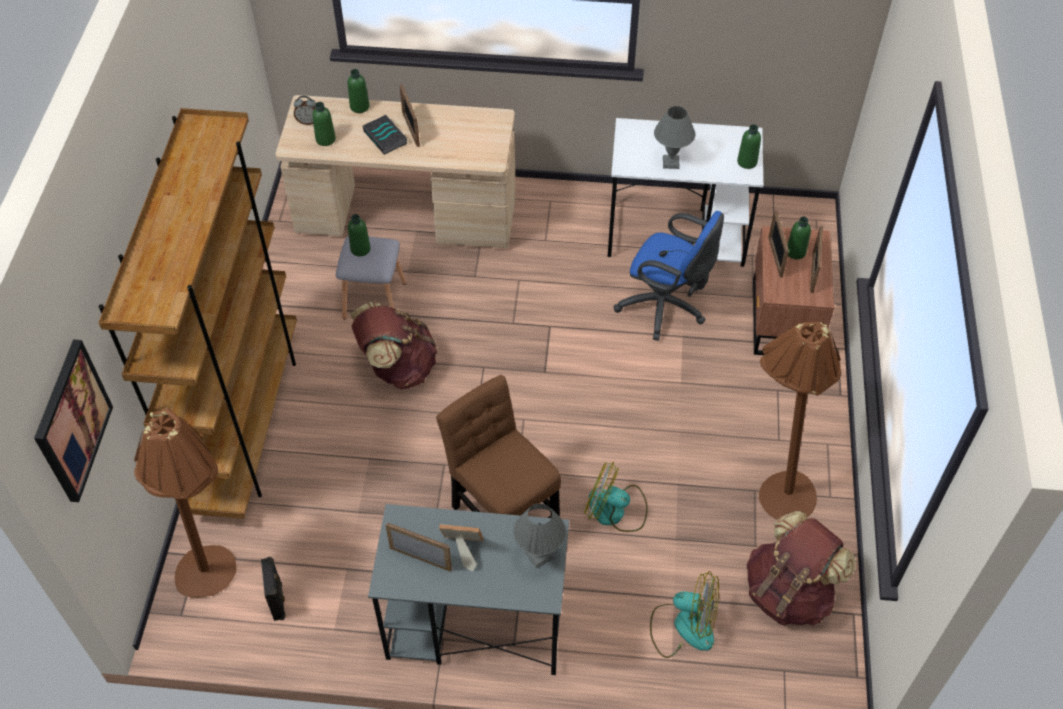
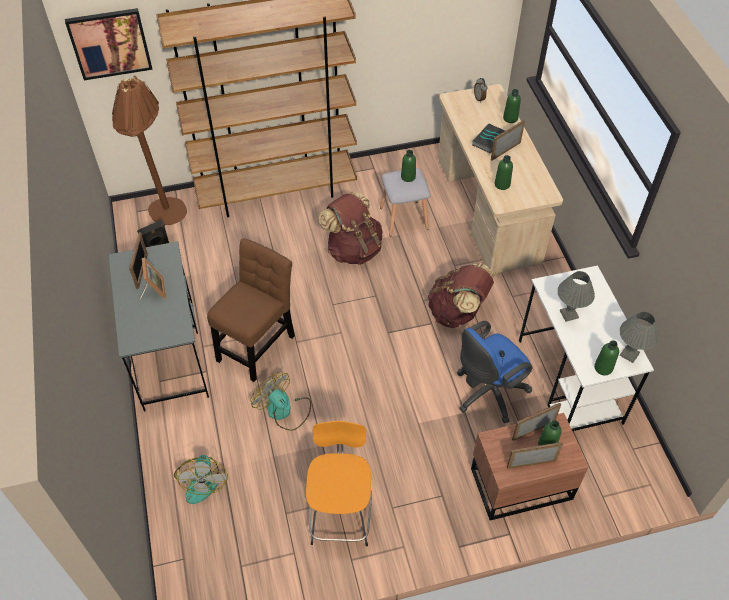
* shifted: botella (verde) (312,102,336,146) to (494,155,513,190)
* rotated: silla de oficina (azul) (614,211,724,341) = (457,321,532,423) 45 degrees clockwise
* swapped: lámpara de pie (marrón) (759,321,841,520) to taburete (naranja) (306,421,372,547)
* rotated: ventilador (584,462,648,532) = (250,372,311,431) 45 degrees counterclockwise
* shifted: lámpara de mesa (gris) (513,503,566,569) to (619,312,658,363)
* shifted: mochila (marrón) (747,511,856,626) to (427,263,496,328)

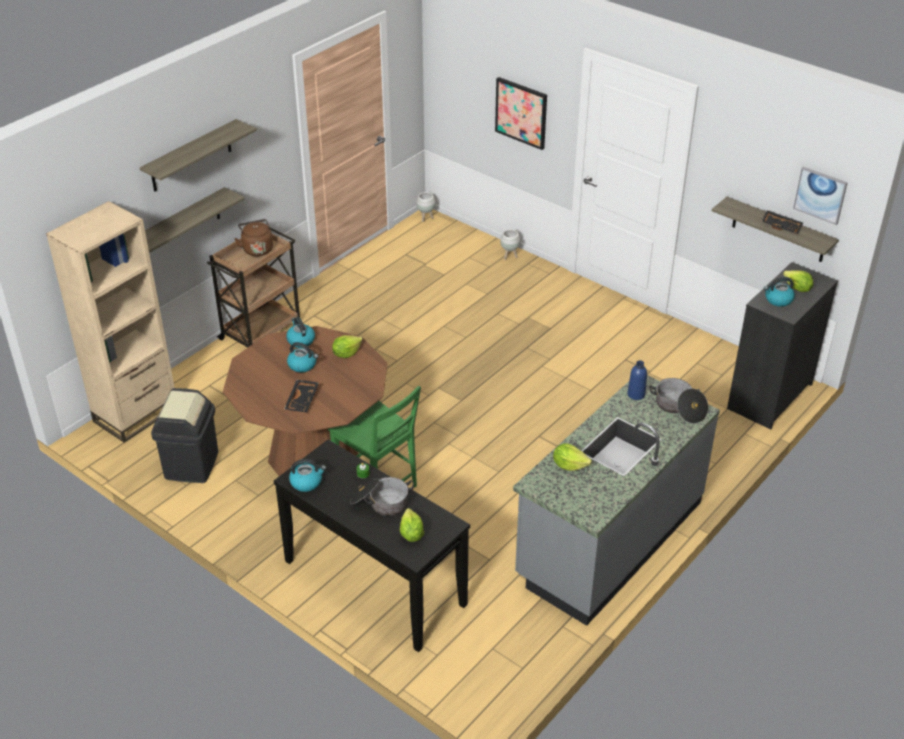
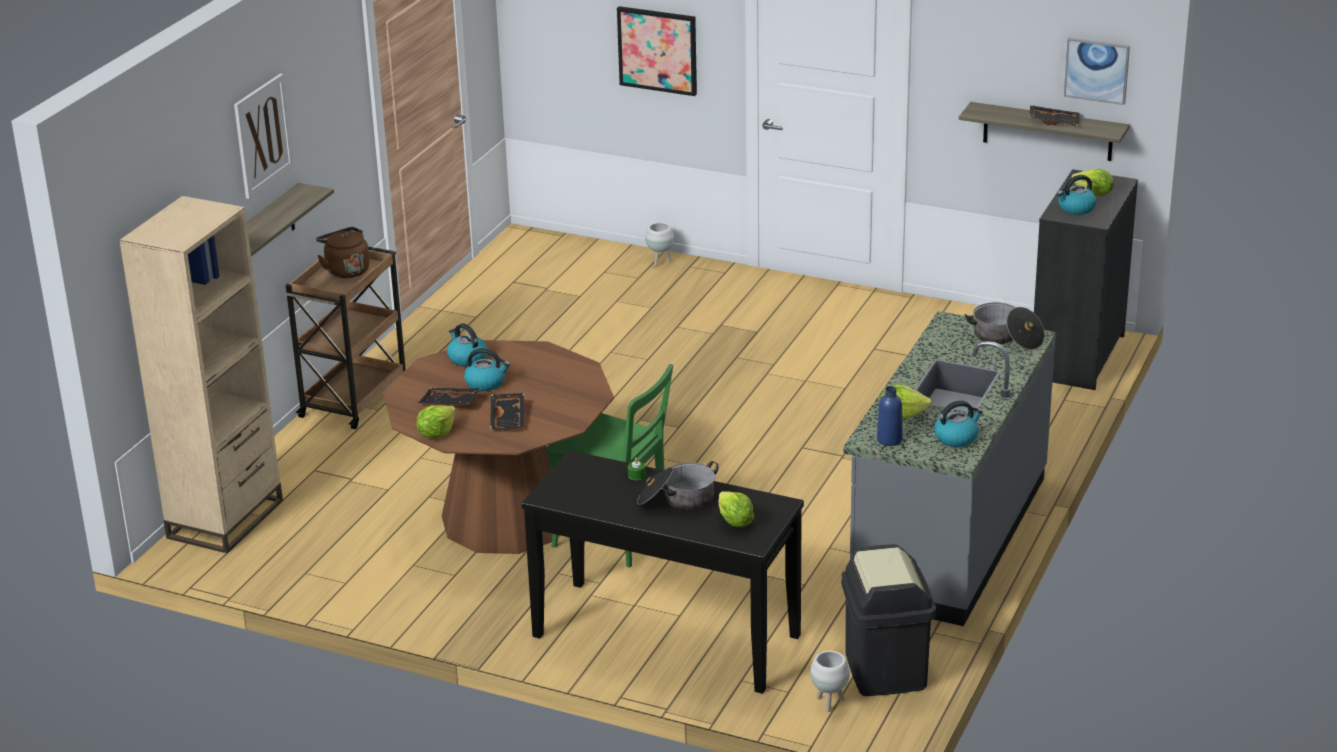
* swapped: estante (140,119,257,191) to cuadro (234,74,294,199)
* shifted: maceta (blanco) (416,192,435,222) to (810,651,850,712)
* shifted: lechuga (332,335,363,358) to (416,405,456,438)
* shifted: botella (azul) (627,360,647,400) to (877,386,903,446)
* shifted: papelera (negro) (151,388,218,483) to (841,544,936,696)
* shifted: hervidor (289,459,326,492) to (934,400,983,447)
* new: bandeja (negro) (418,388,481,406)

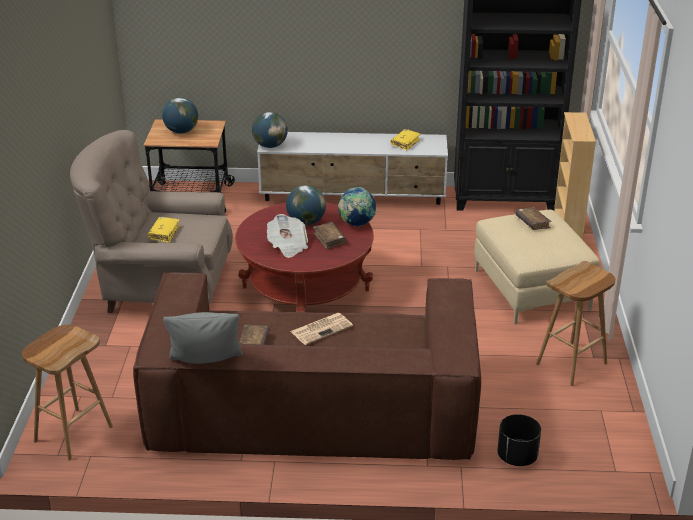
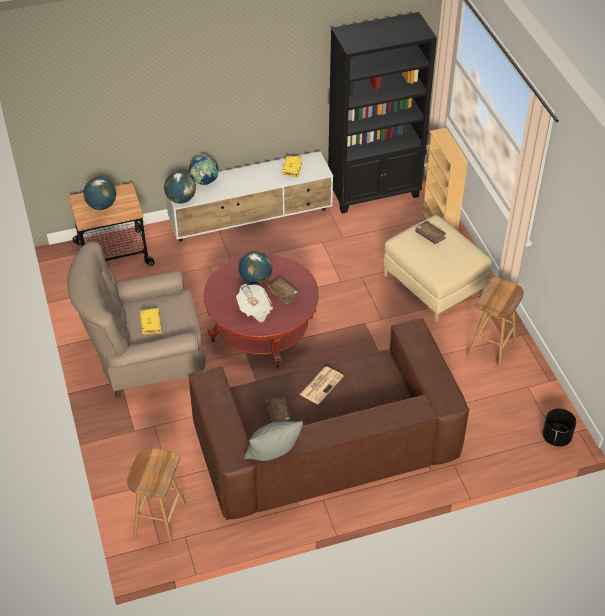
* shifted: globo terráqueo (338,187,377,227) to (189,154,219,185)
* shifted: maceta (negro) (497,414,541,466) to (542,408,576,447)

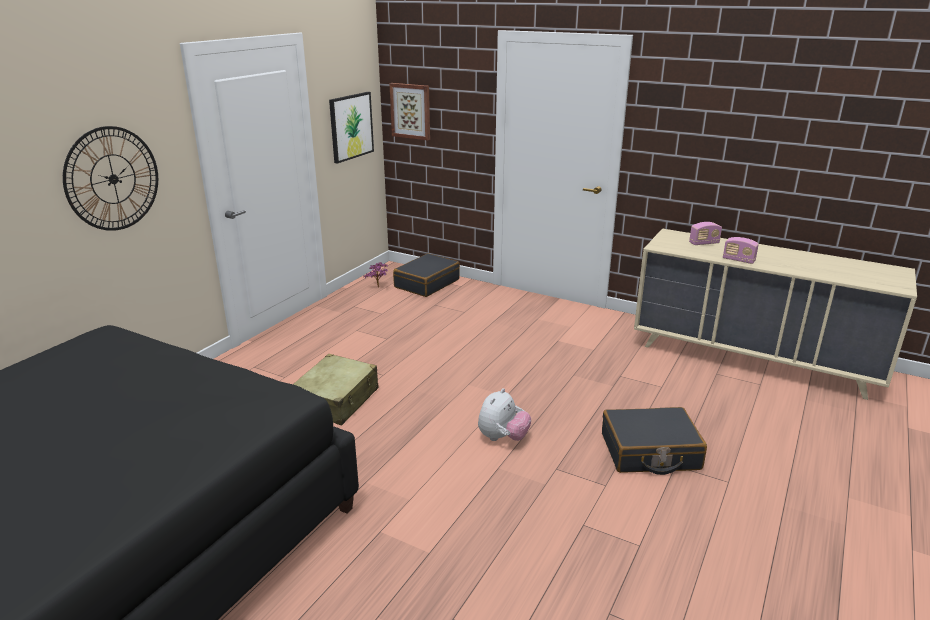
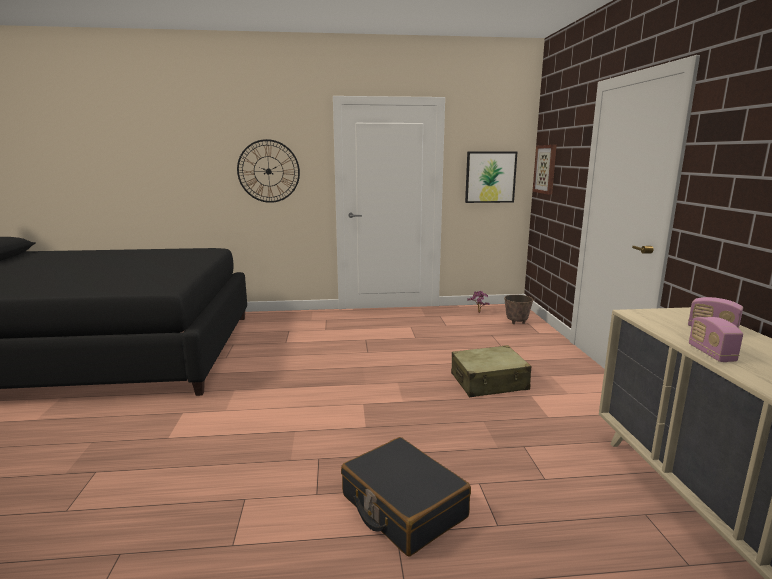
* swapped: maleta (negro) (393,253,460,297) to maceta (504,295,533,324)
* shifted: maleta (beis) (293,354,378,425) to (451,345,531,397)
* gone: peluche (478,388,531,441)

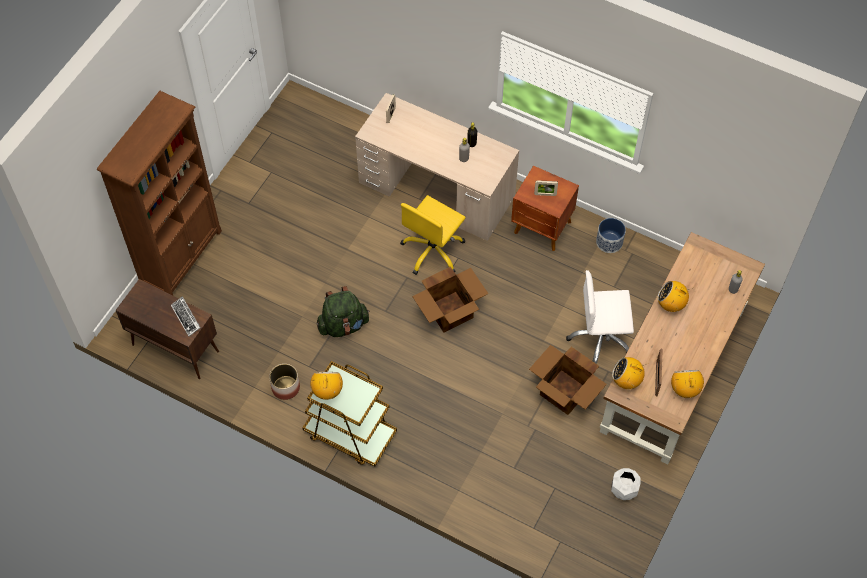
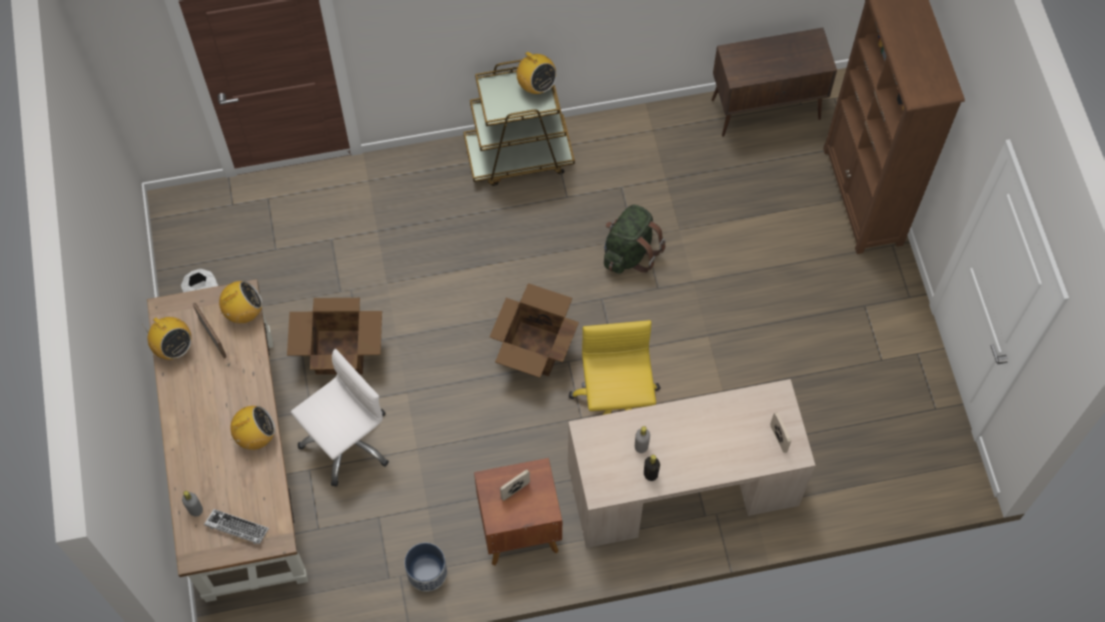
* shifted: teclado (171,297,200,336) to (204,509,269,544)
* gone: maceta (269,364,300,400)

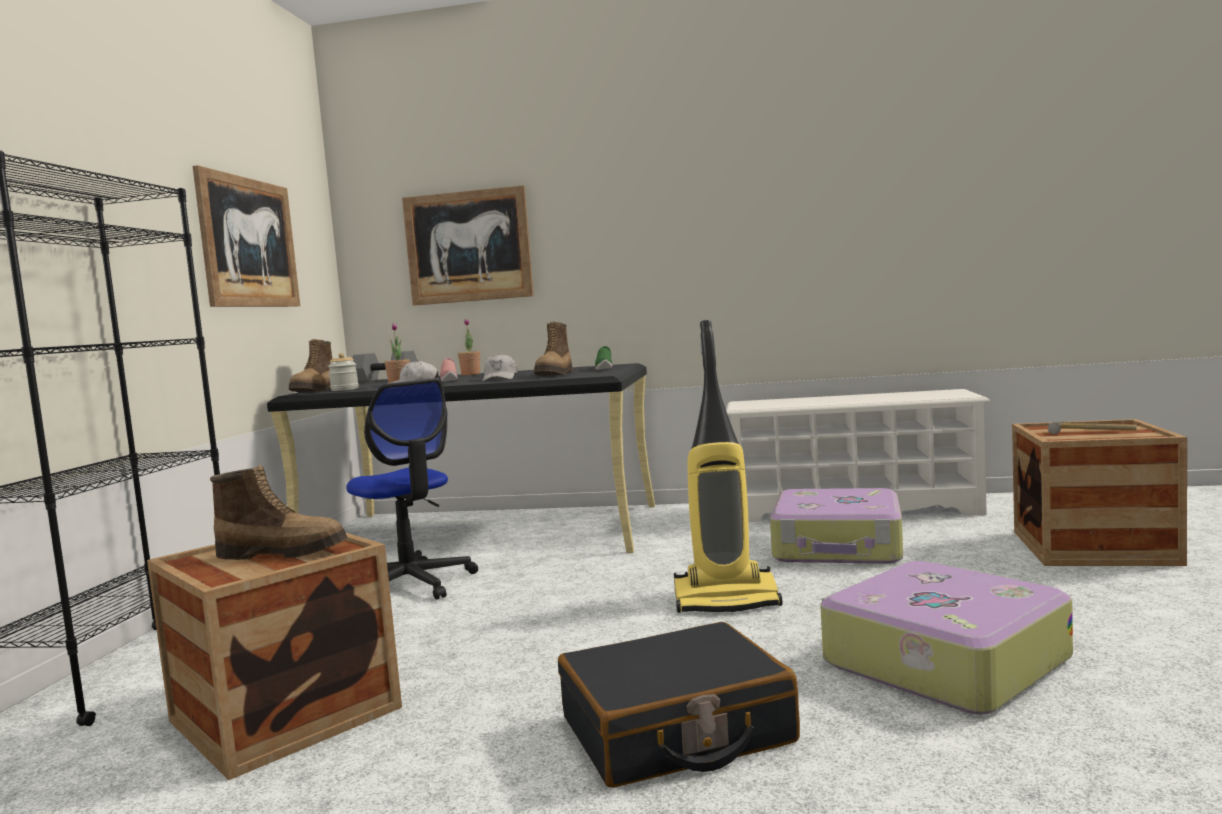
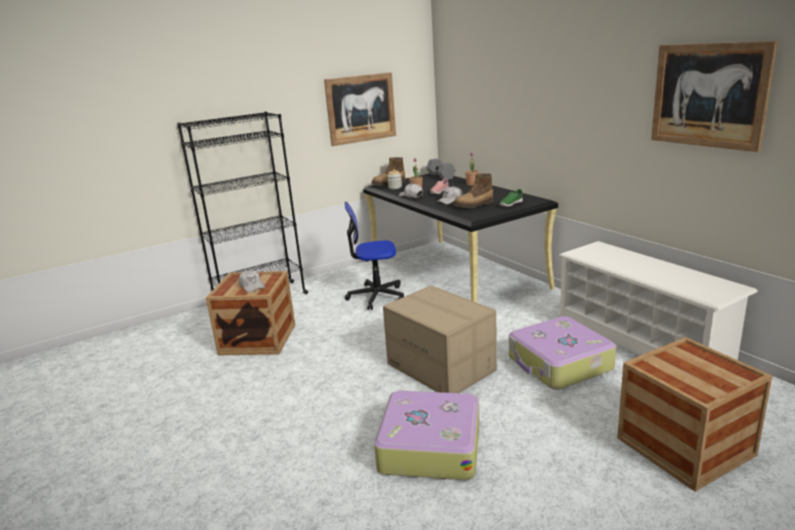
* shifted: cuadro (402,185,534,306) to (651,41,778,152)
* swapped: aspiradora (674,320,783,613) to caja de cartón (383,285,496,393)
* rotated: silla de oficina (346,378,478,600) = (345,201,404,310) 75 degrees clockwise
* gone: martillo (1048,421,1137,434)
* swapped: bota (210,465,348,560) to gorra (blanco) (239,270,265,292)
* gone: maleta (negro) (558,622,800,788)

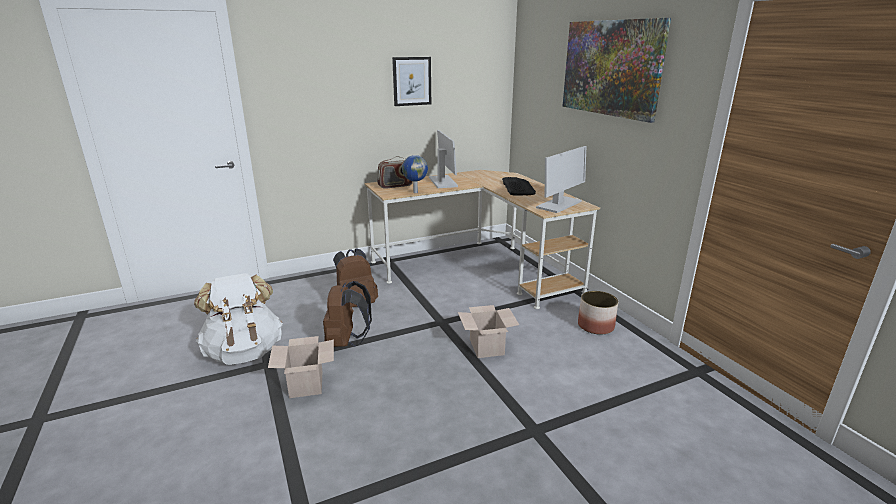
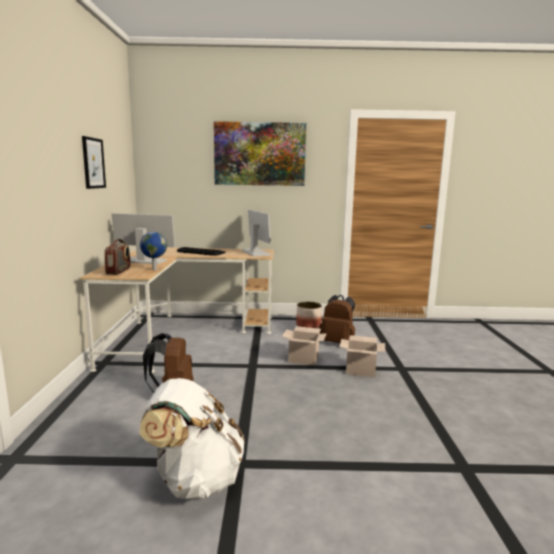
* shifted: mochila (marrón) (323,281,372,347) to (319,295,355,343)
* shifted: caja de cartón (268,336,334,398) to (340,335,385,377)

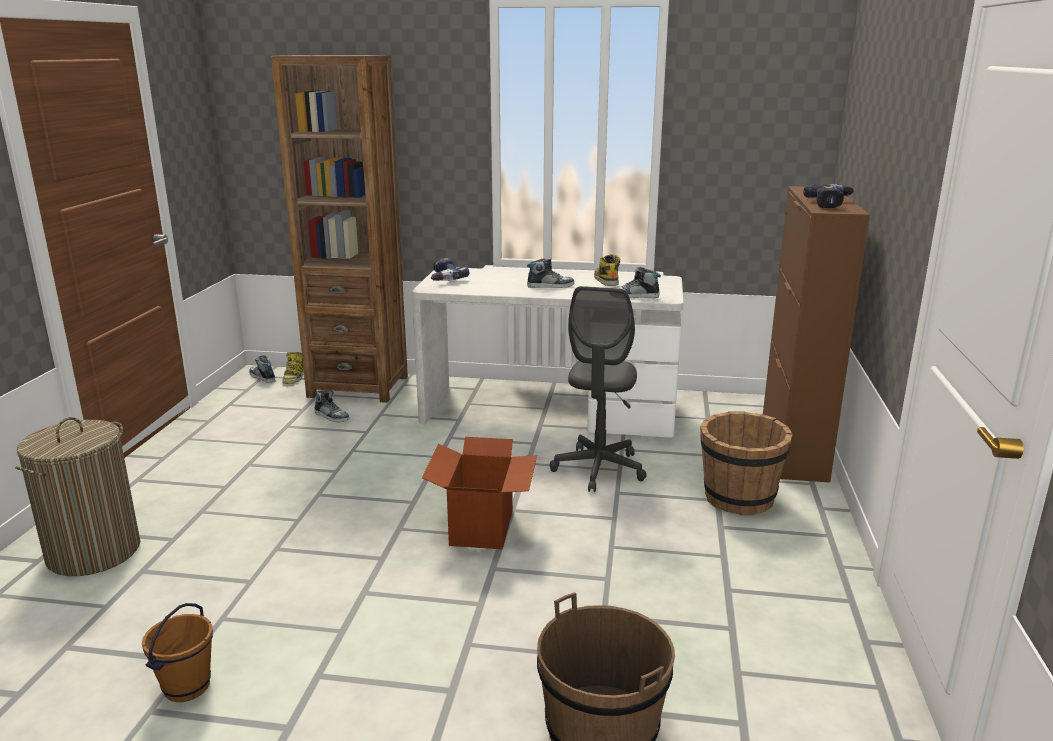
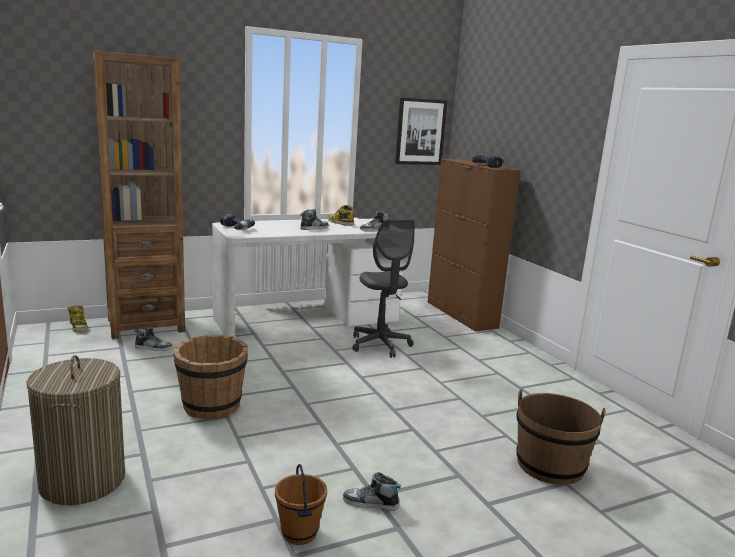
* shifted: zapato (249,355,275,383) to (343,472,401,511)
* shifted: cubo (marrón) (700,412,793,515) to (173,335,248,419)
* gone: caja de cartón (422,437,537,549)
* new: cuadro (395,97,447,165)

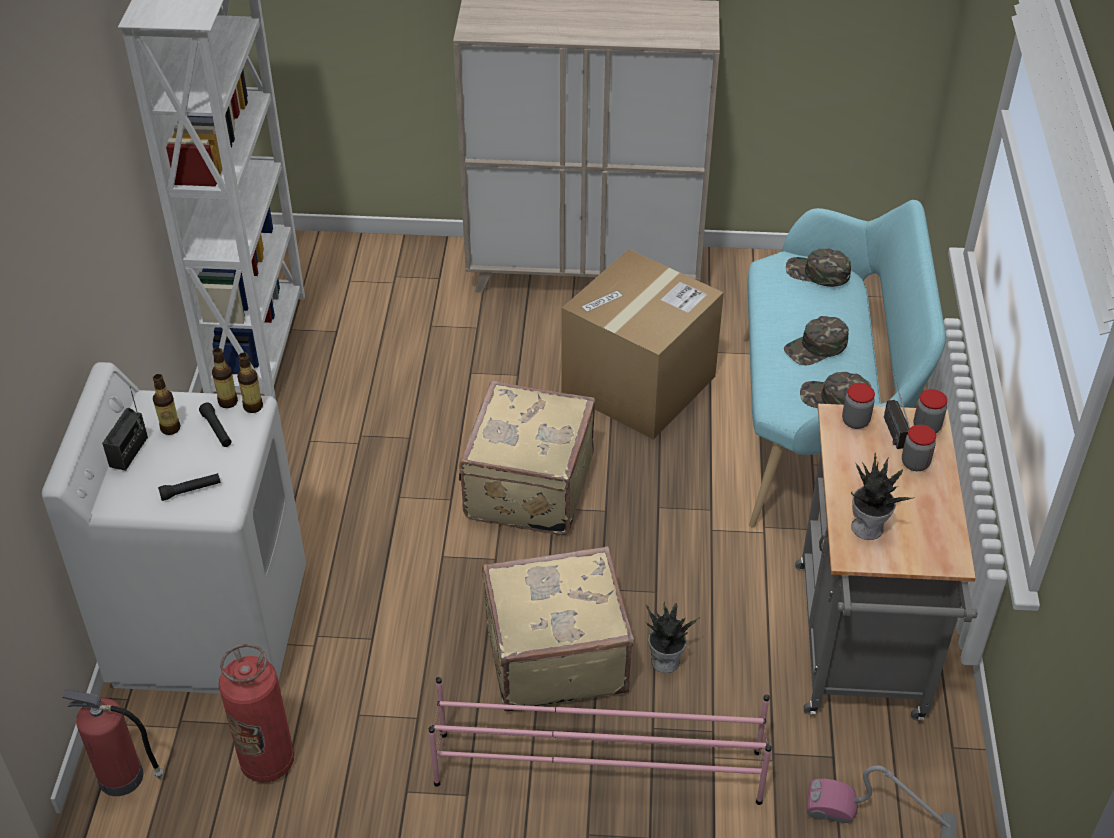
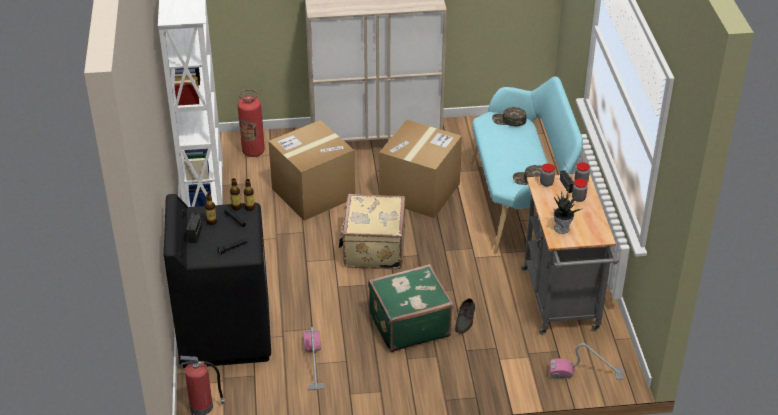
* gone: gorra (verde) (784,316,849,365)
* repainted: lavadora (blanco) (42,362,306,694) to lavadora (negro) (164,194,271,368)
* repainted: maleta (beis) (482,546,634,712) to maleta (verde) (368,264,453,352)
* swapped: planta en maceta (646,602,701,673) to zapato (gris) (455,298,475,334)
* shifted: extintor (219,644,294,783) to (238,89,265,157)
* gone: zapatero (rosa) (429,677,772,805)
* new: caja de cartón (268,120,355,221)
* new: aspiradora (303,327,324,390)

